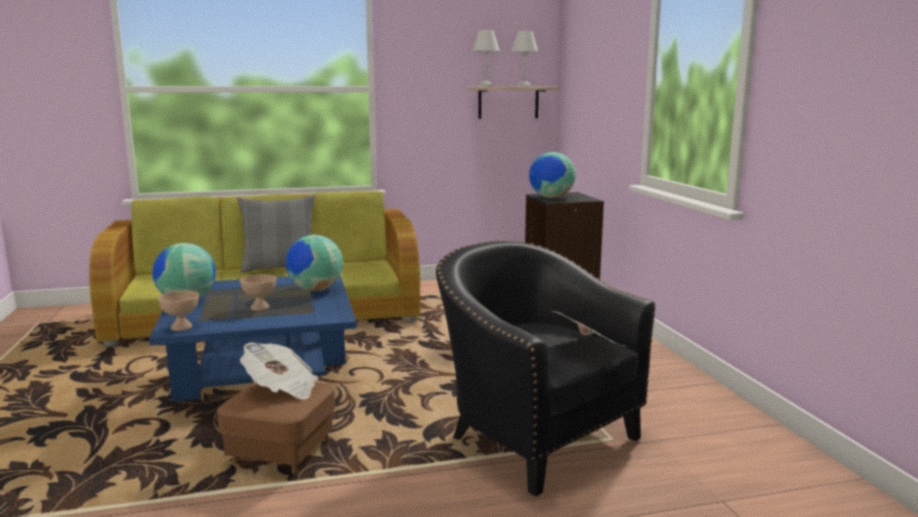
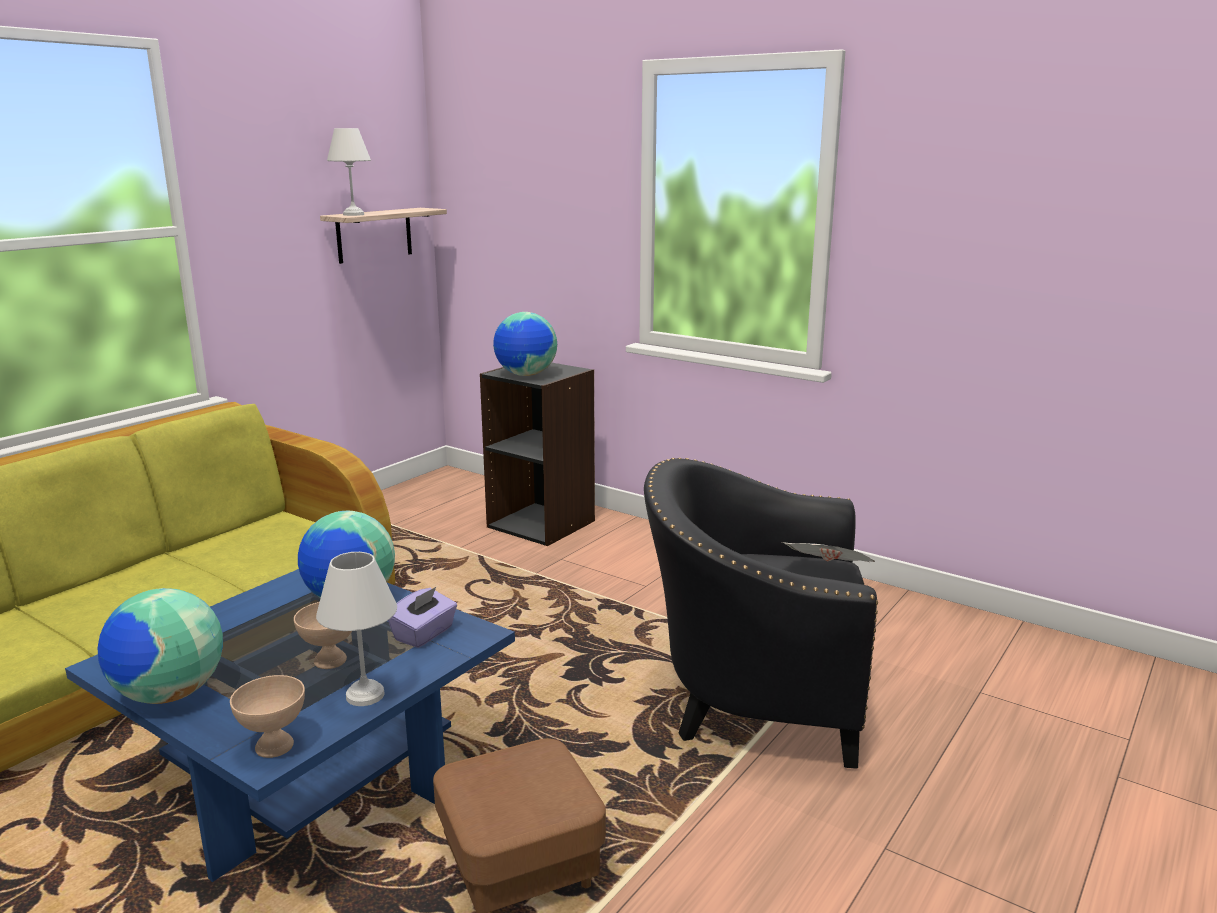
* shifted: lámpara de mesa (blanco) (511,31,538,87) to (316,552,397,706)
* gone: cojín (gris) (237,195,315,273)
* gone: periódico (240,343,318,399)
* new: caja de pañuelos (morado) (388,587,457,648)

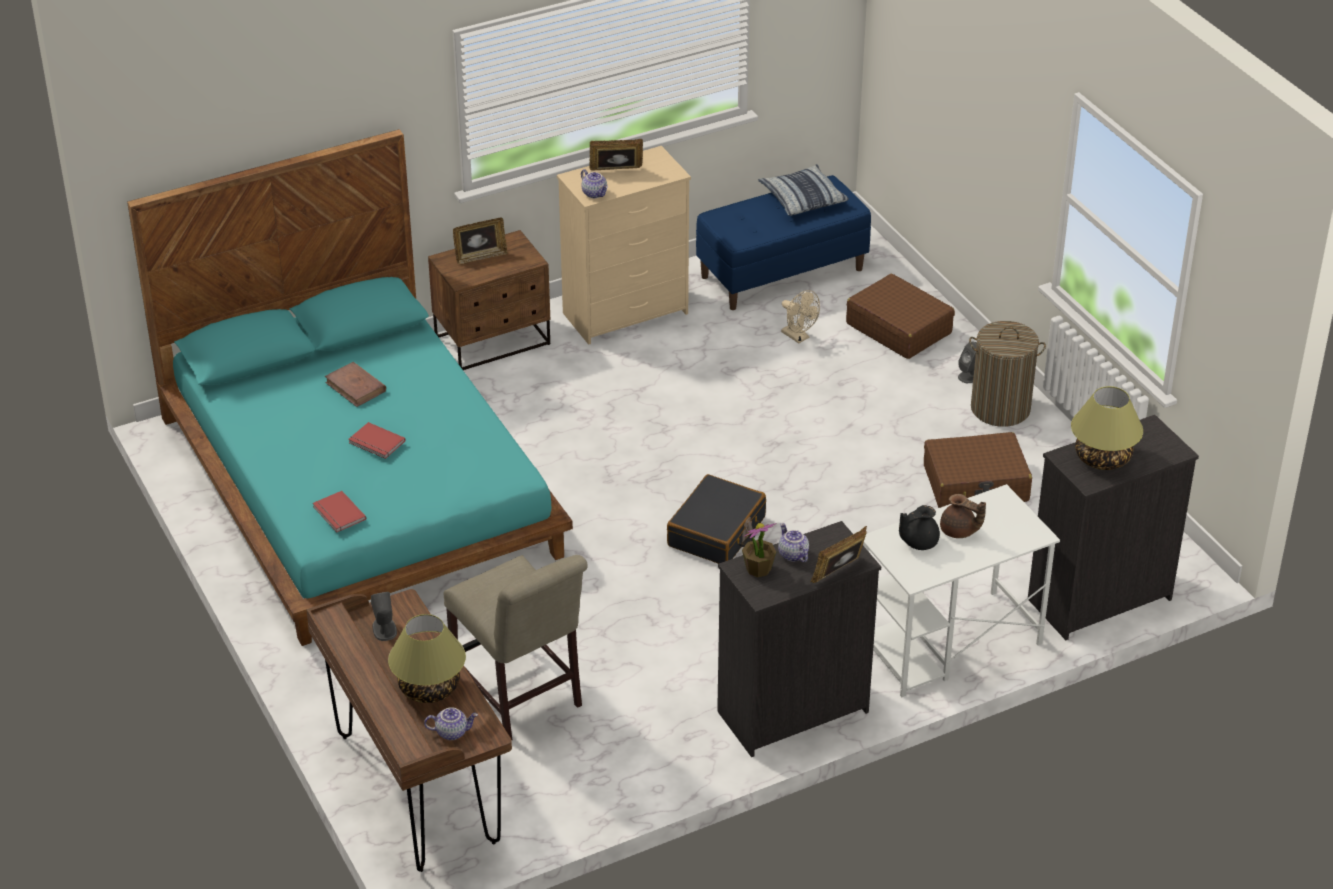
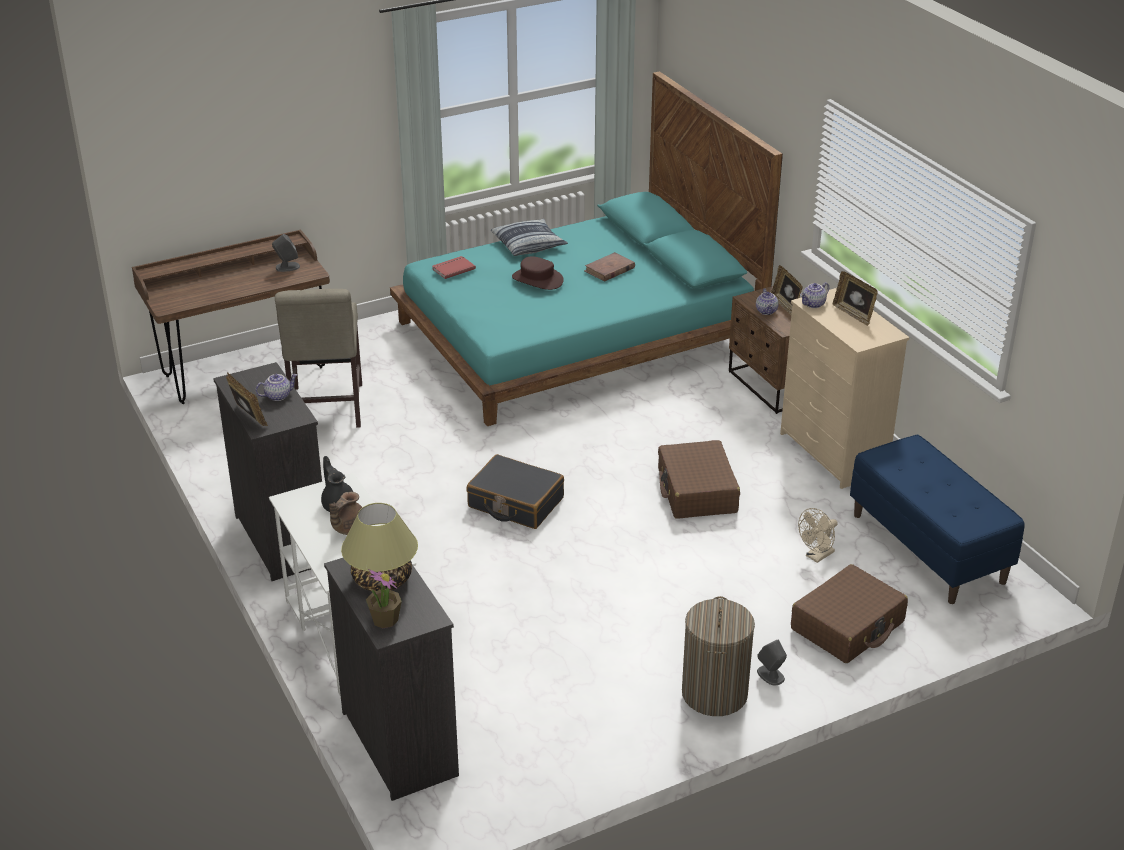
* rotated: portarretratos (589,139,643,170) = (833,271,878,326) 150 degrees clockwise
* shifted: cojín (758,164,849,216) to (491,219,568,256)
* swapped: libro (rojo) (348,422,405,459) to sombrero (marrón) (512,256,564,290)
* shifted: maleta (marrón) (924,432,1032,508) to (658,440,740,519)
* shifted: planta en maceta (742,523,777,577) to (366,569,402,628)
* rotated: silla (beis) (443,555,588,740) = (275,289,362,428) 60 degrees counterclockwise
* gone: lámpara de mesa (388,614,466,703)
* shifted: tetera (424,707,478,740) to (756,288,779,315)

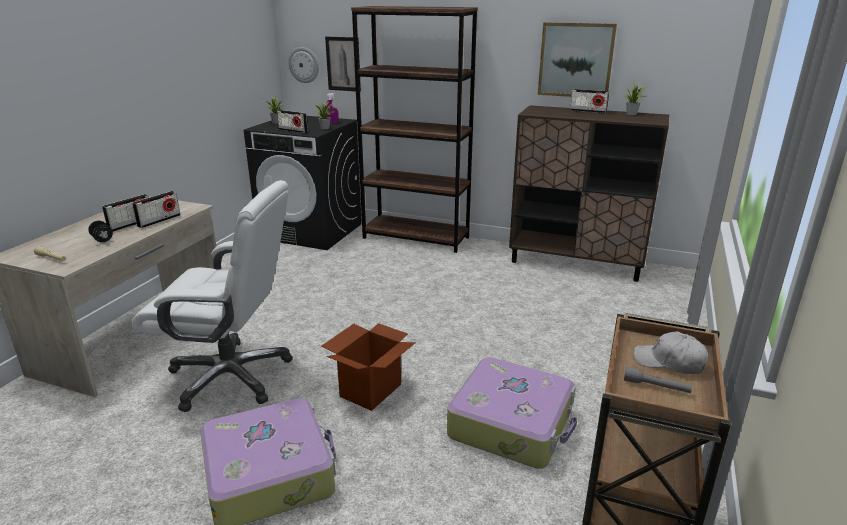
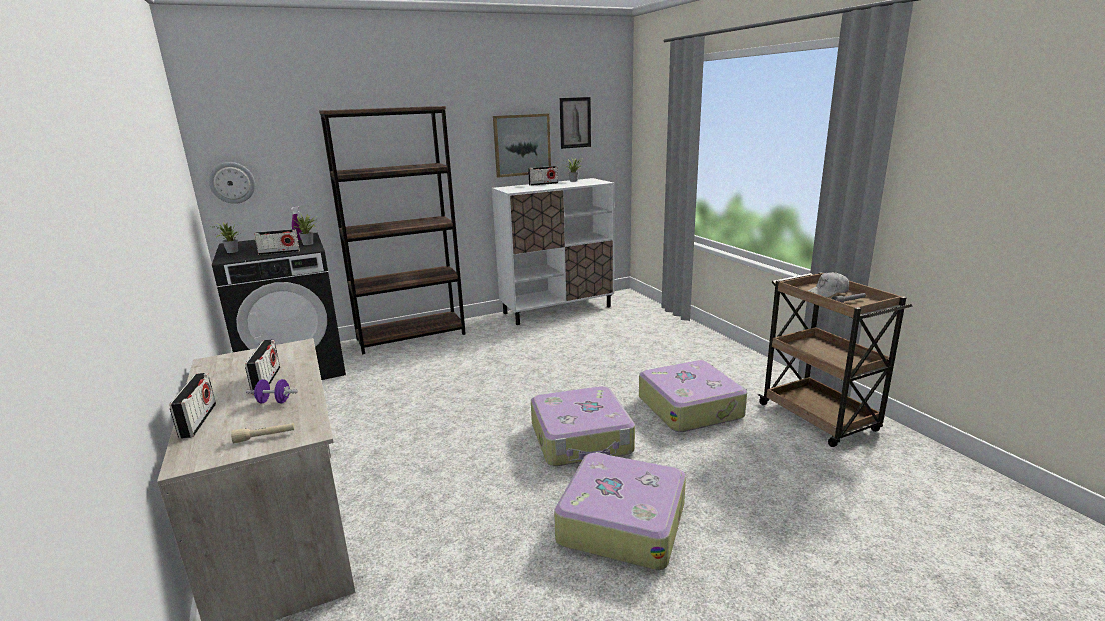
* shifted: cuadro (325,37,361,92) to (560,97,591,149)
* repainted: armario (marrón) (509,105,669,282) to armario (blanco) (492,178,615,325)
* gone: silla de oficina (blanco) (132,180,293,412)
* shifted: radio (132,191,180,228) to (169,373,216,439)
* repainted: mancuerna (negro) (88,221,113,242) to mancuerna (morado) (246,379,298,403)
* swapped: caja de cartón (322,323,416,411) to maleta (531,386,635,466)

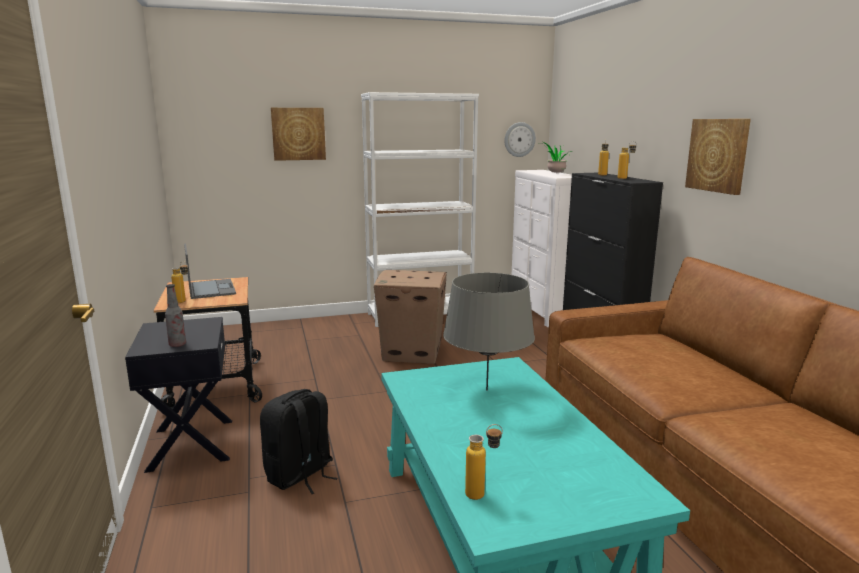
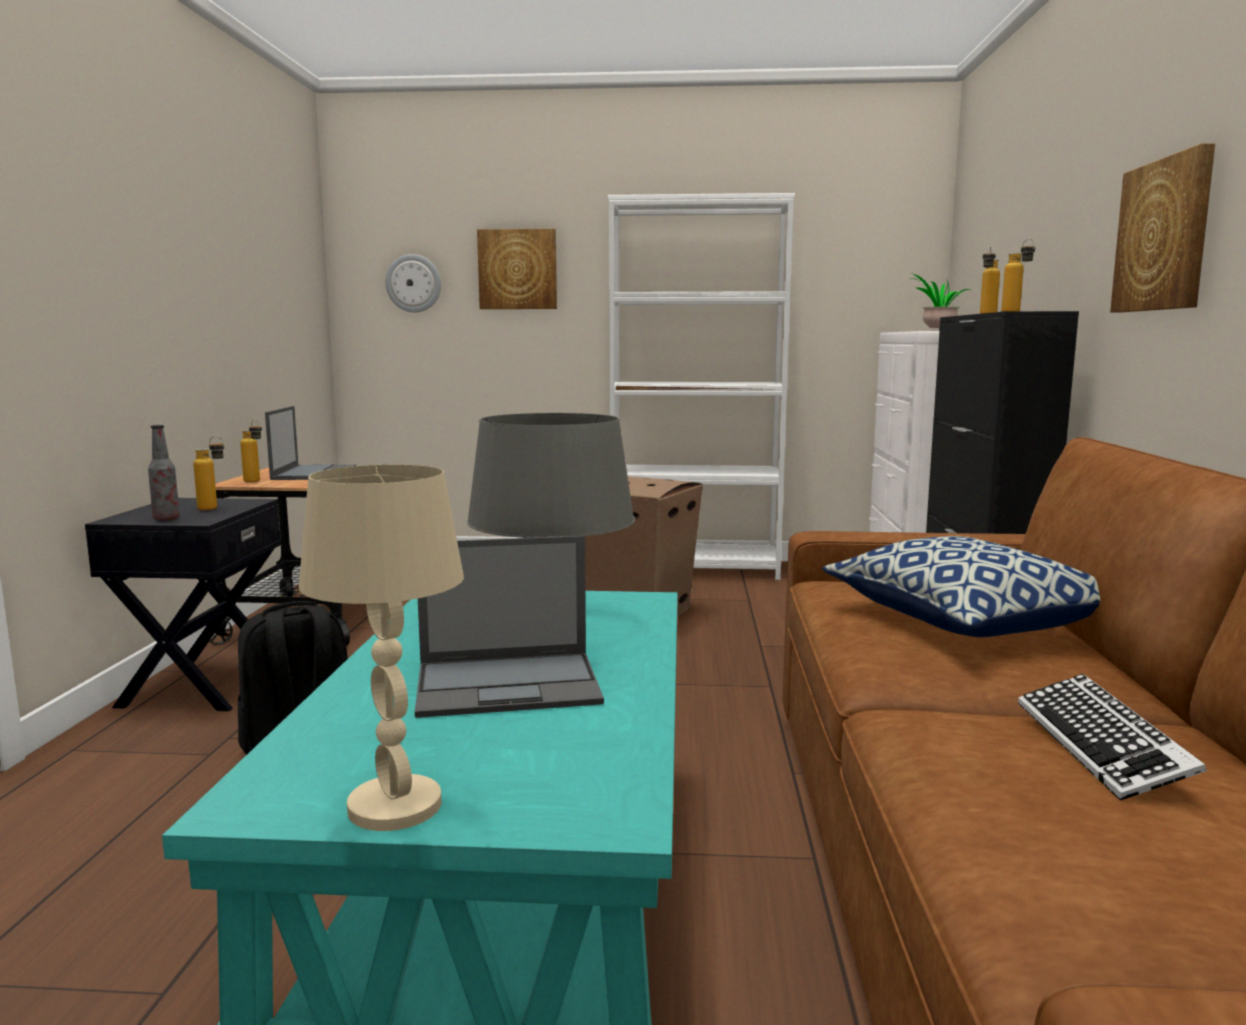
* shifted: reloj de pared (504,122,536,157) to (385,254,441,313)
* shifted: botella (465,424,503,500) to (193,436,224,510)
* new: lámpara de mesa (beis) (299,465,464,831)
* new: portátil (415,536,604,718)
* new: cojín (822,536,1100,637)
* new: teclado (1018,674,1207,801)

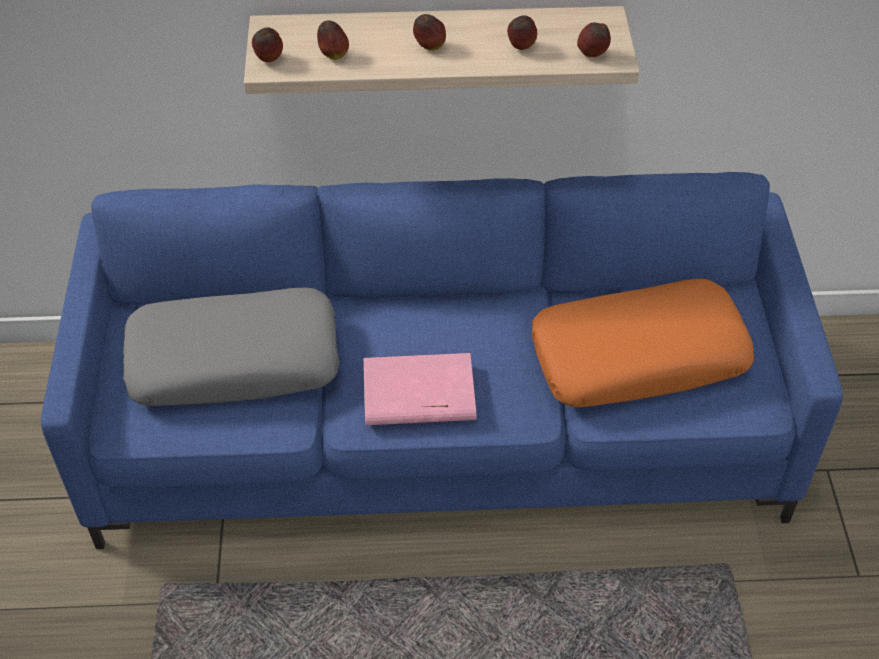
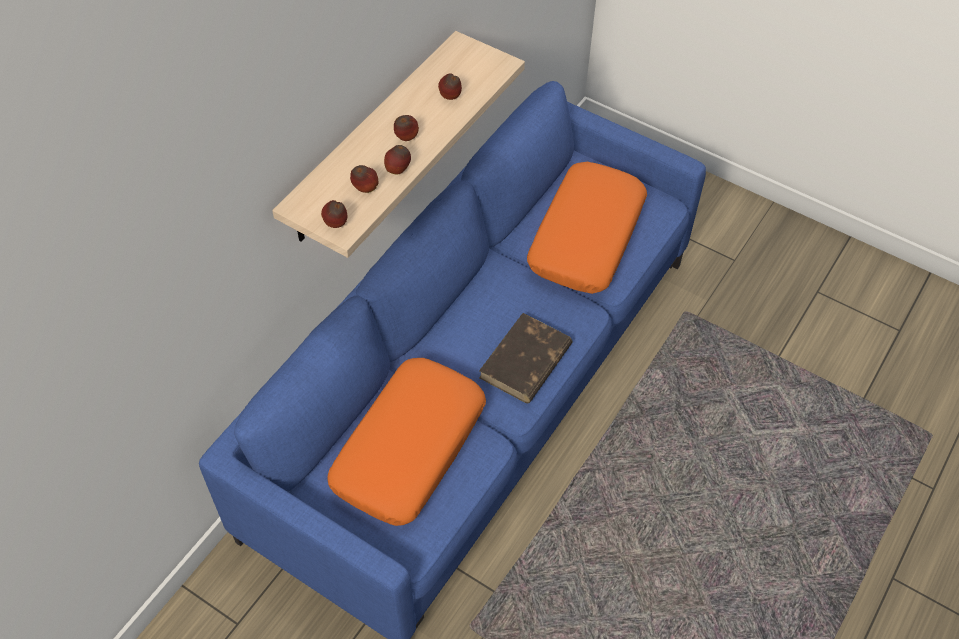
* shifted: manzana (577,23,611,57) to (384,145,411,175)
* repainted: cojín (gris) (123,287,340,406) to cojín (naranja) (327,358,486,526)
* repainted: libro (rosa) (363,353,476,425) to libro (marrón) (479,313,573,403)

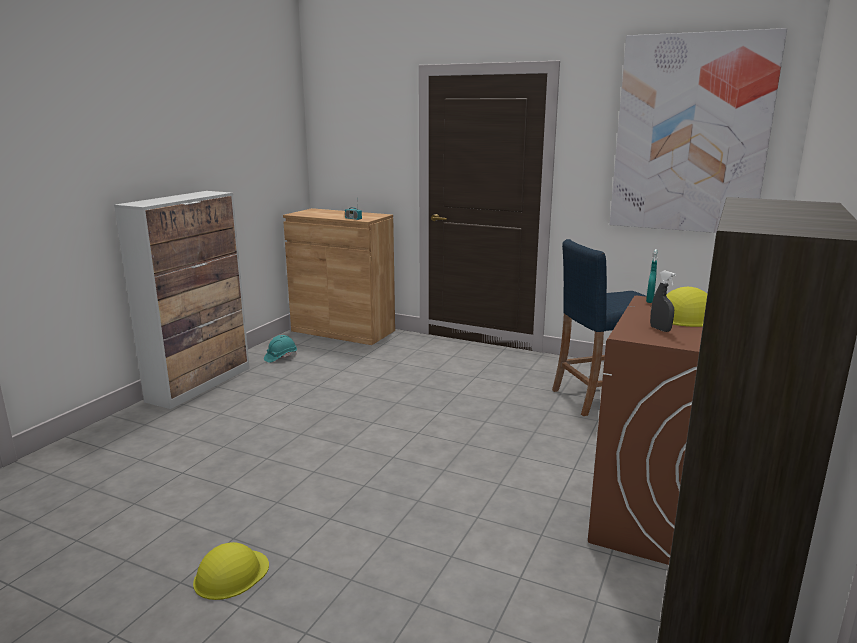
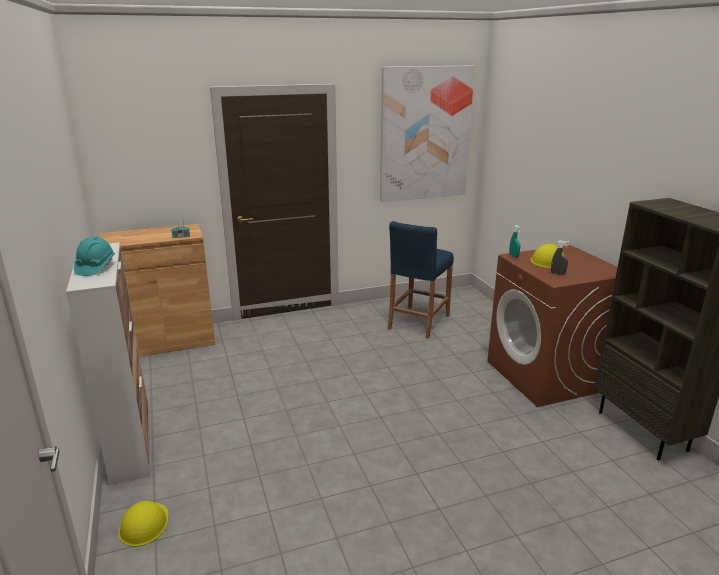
* shifted: casco (turquesa) (264,335,297,363) to (74,237,115,276)
* shifted: casco (amarillo) (193,542,269,600) to (118,501,168,547)

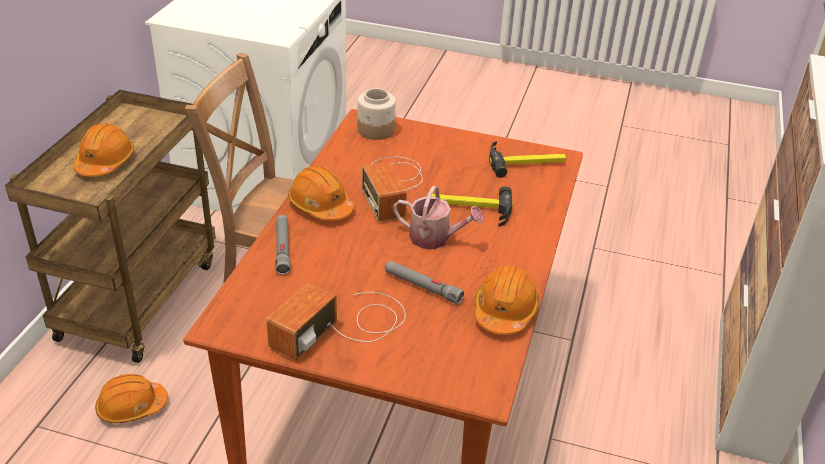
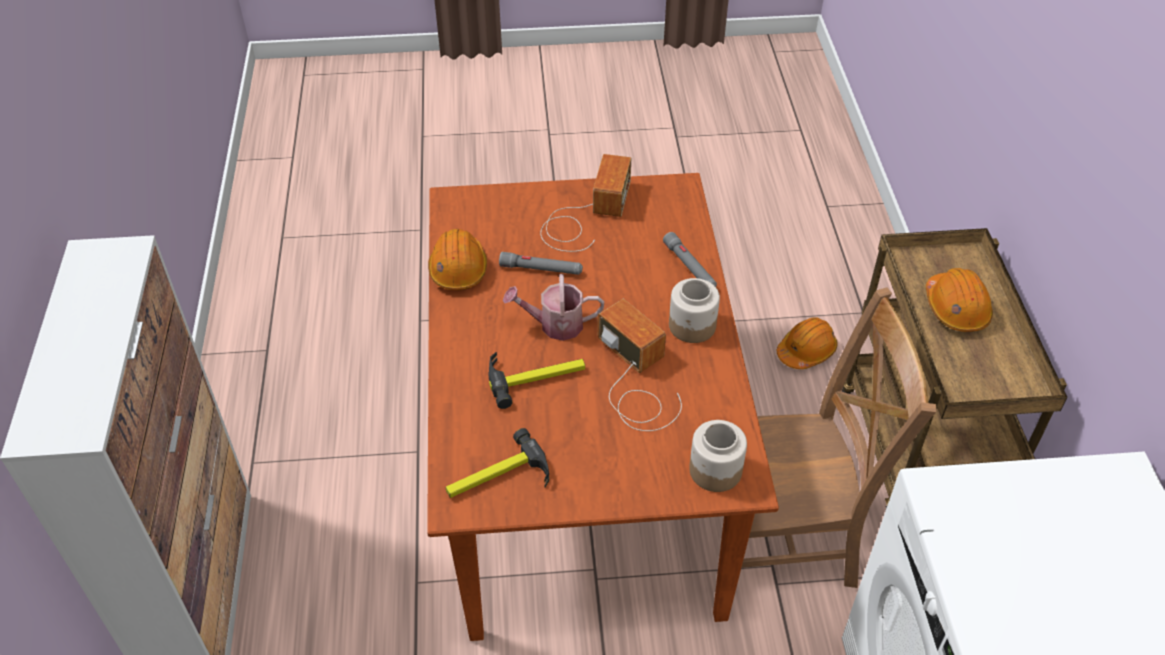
* swapped: casco (naranja) (288,165,355,221) to tarro (669,278,720,343)

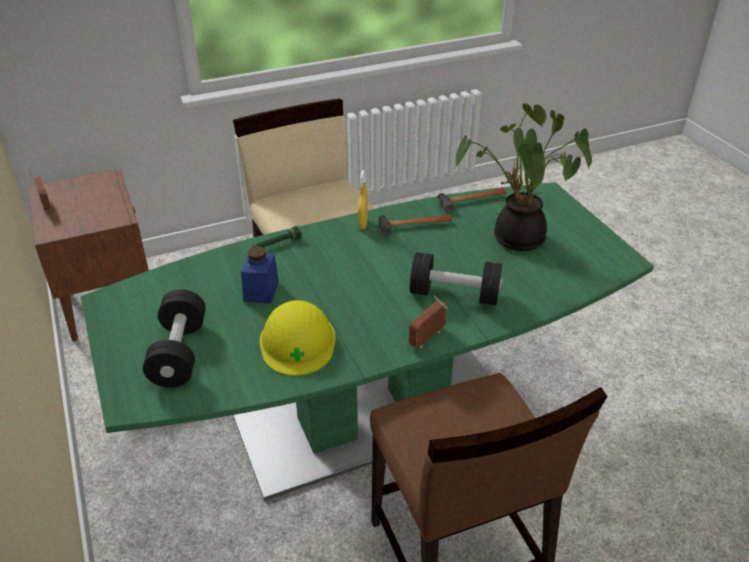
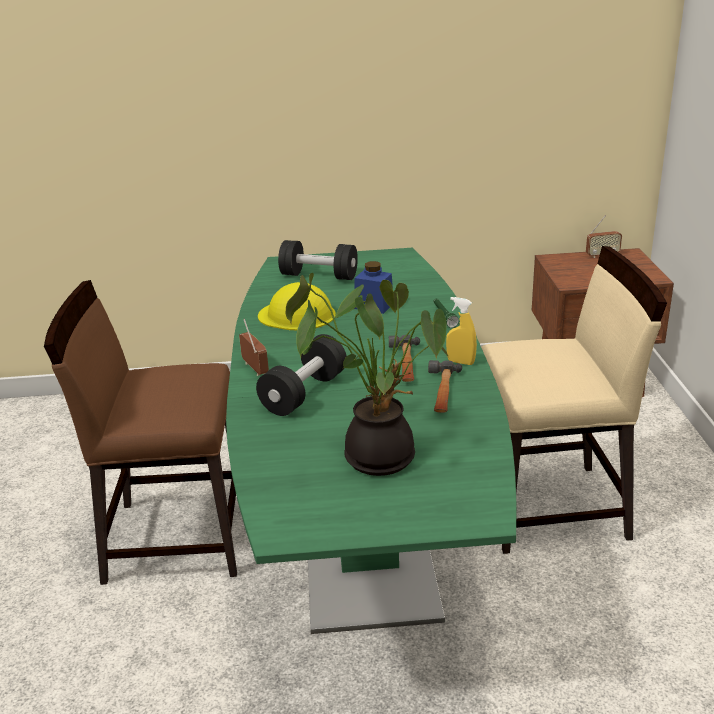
* shifted: martillo (438,188,507,213) to (389,335,420,382)

